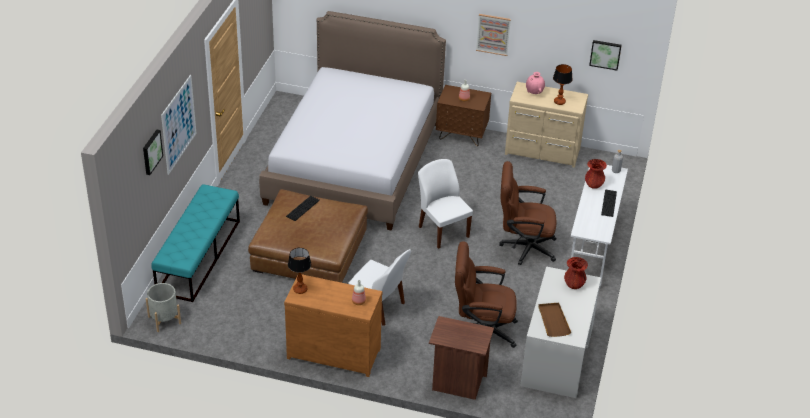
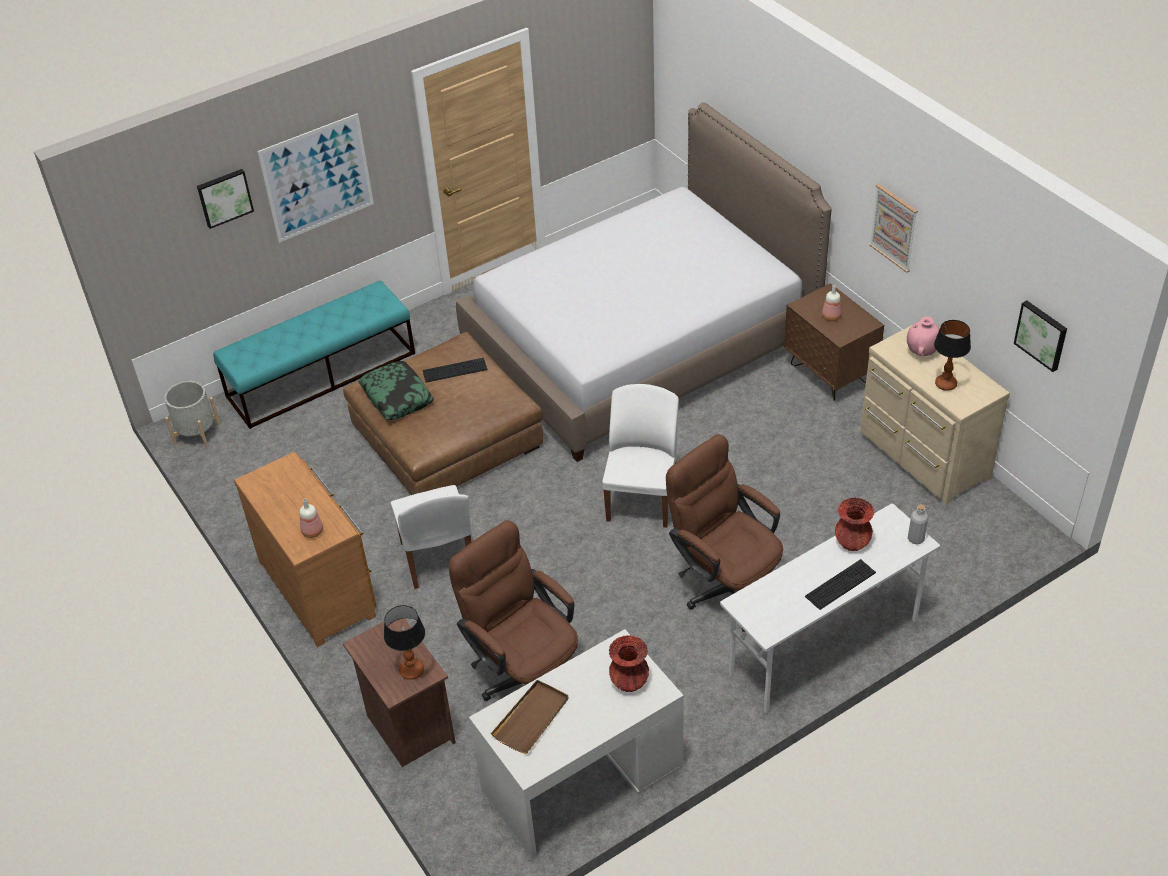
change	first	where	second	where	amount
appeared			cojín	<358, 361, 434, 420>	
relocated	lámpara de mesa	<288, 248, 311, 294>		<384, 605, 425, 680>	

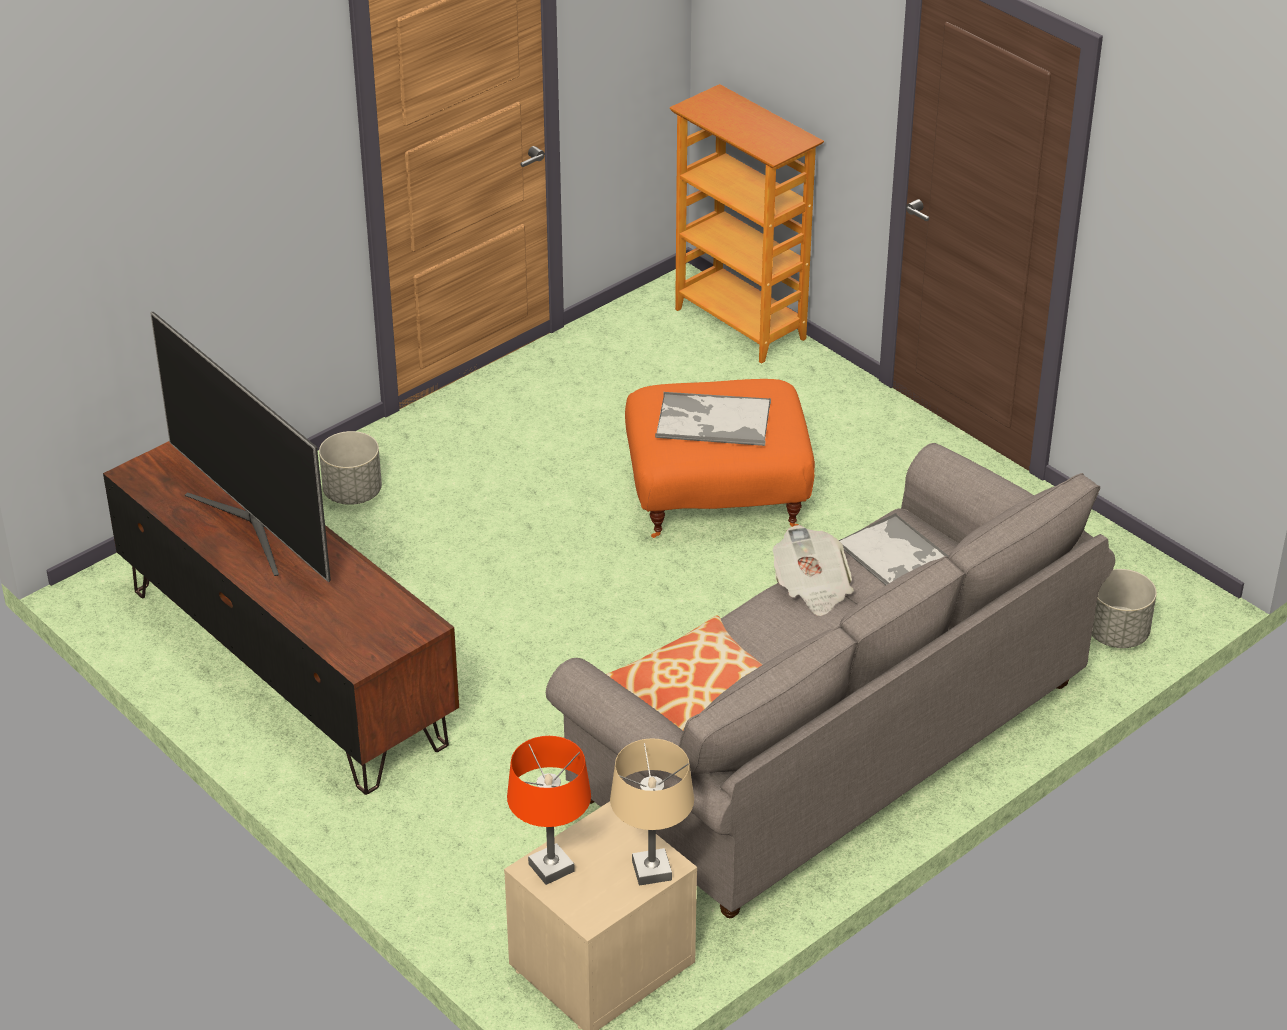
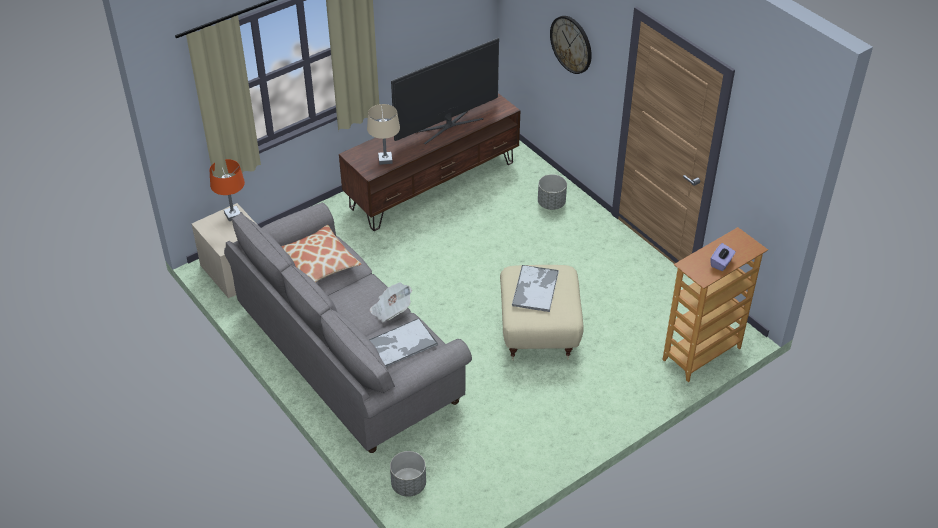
change	first	where	second	where	amount
appeared			reloj de pared	<550, 16, 592, 74>	
appeared			caja de pañuelos [morado]	<710, 243, 736, 271>	
relocated	lámpara de mesa [beis]	<610, 738, 694, 886>		<367, 104, 400, 165>	
colour	puf [naranja]	<625, 379, 815, 538>	puf [beis]	<500, 265, 584, 361>	

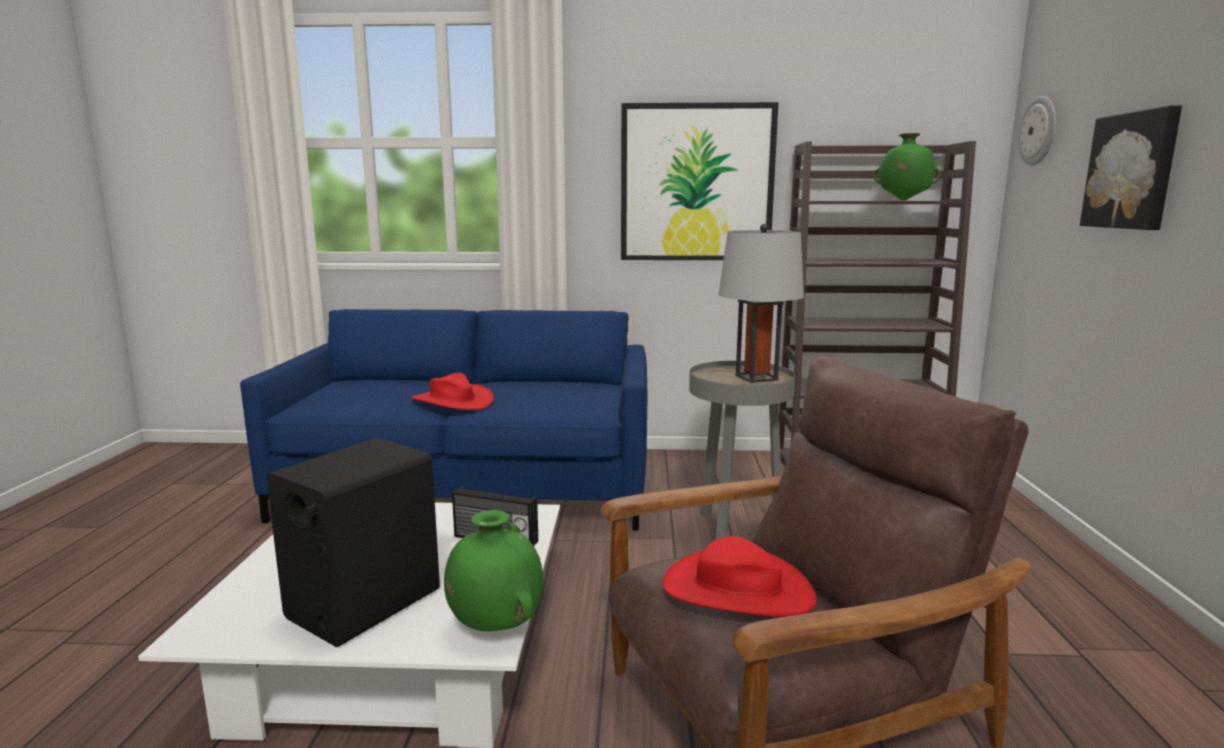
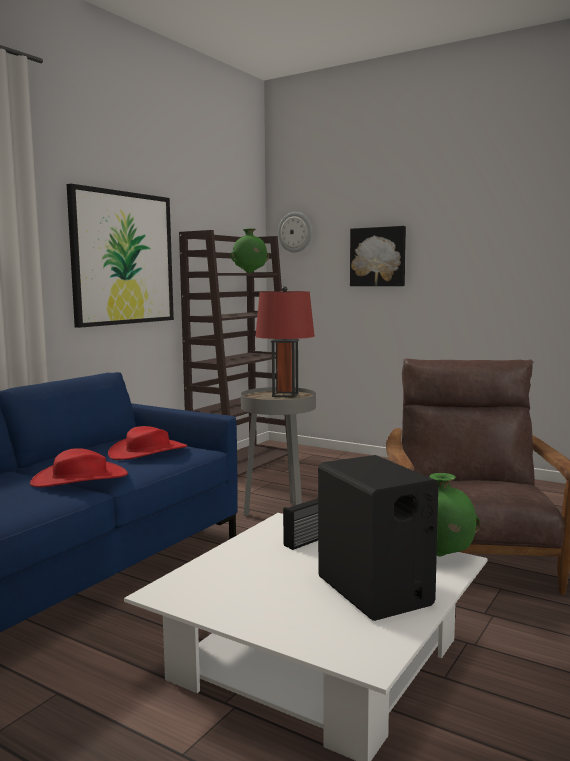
change	first	where	second	where	amount
relocated	sombrero [rojo]	<662, 536, 817, 617>		<108, 426, 187, 460>	
colour	lámpara de mesa [gris]	<718, 223, 804, 383>	lámpara de mesa [rojo]	<255, 286, 315, 398>	

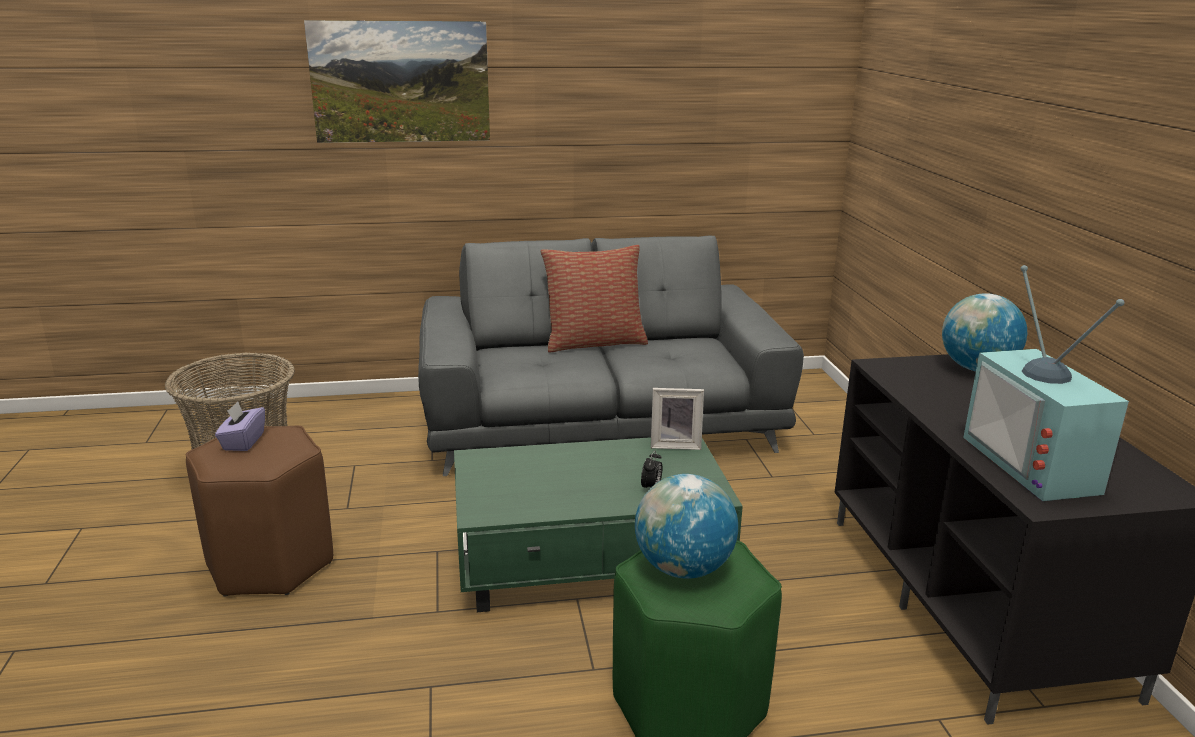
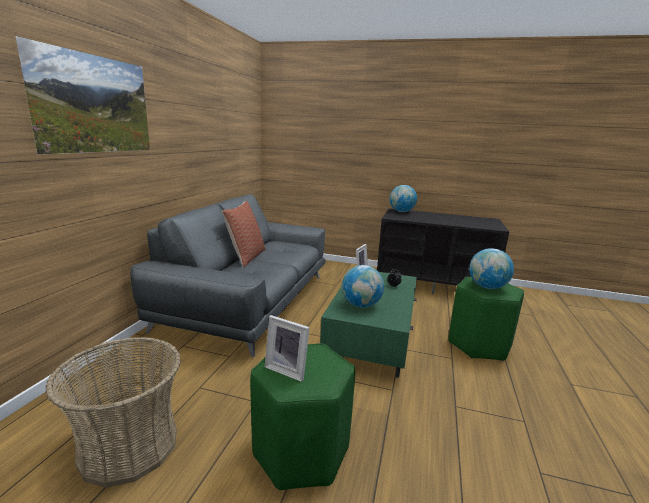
change	first	where	second	where	amount
missing	televisor	<963, 265, 1129, 501>			
appeared			globo terráqueo	<342, 265, 384, 308>	
exchanged	caja de pañuelos [morado]	<215, 401, 265, 451>	portarretratos	<265, 315, 310, 382>	
colour	taburete [marrón]	<186, 425, 333, 597>	taburete [verde]	<250, 343, 355, 490>	

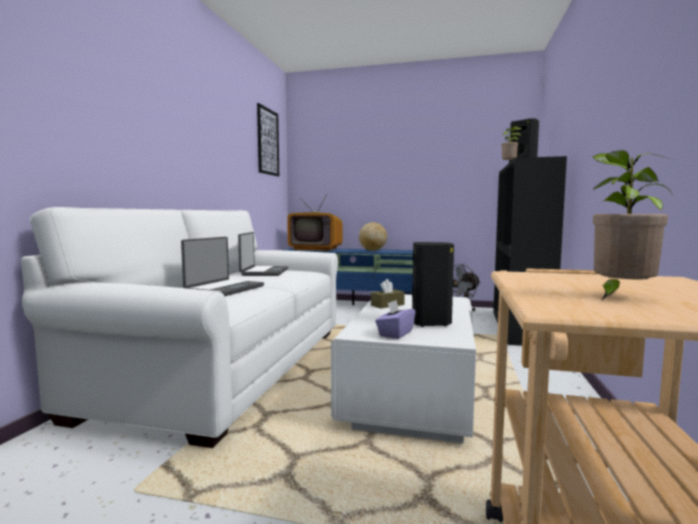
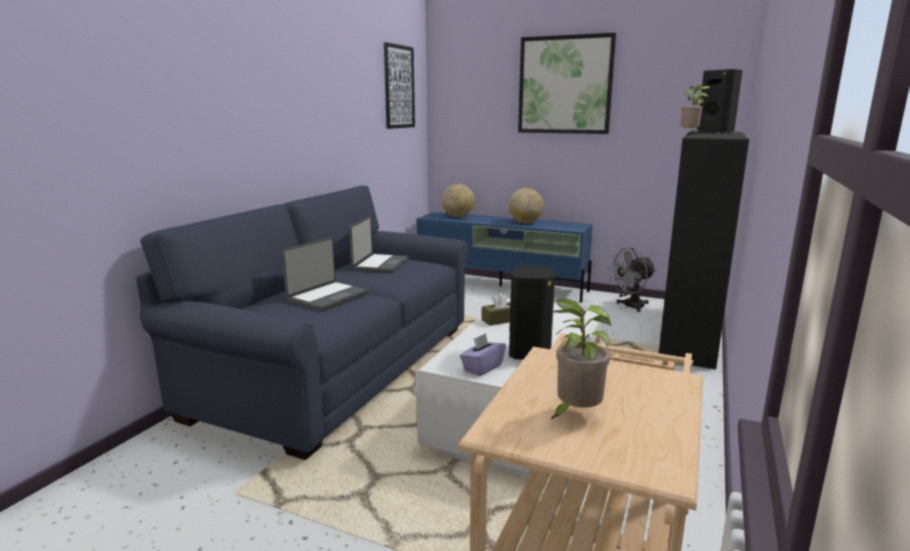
change	first	where	second	where	amount
appeared			cuadro	<518, 33, 616, 134>	
exchanged	televisor	<287, 194, 342, 251>	globo terráqueo	<442, 184, 475, 217>	
colour	sofá [blanco]	<21, 207, 338, 448>	sofá [azul]	<136, 186, 468, 460>	

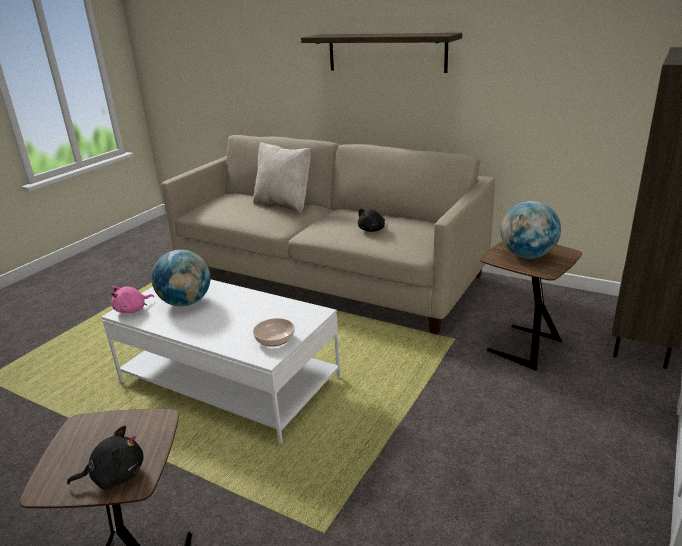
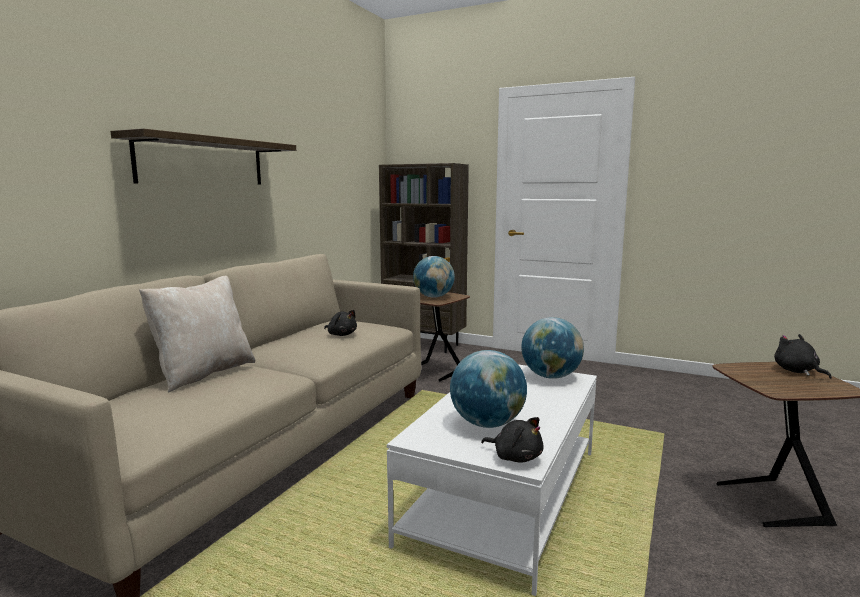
change	first	where	second	where	amount
exchanged	cuenco	<253, 318, 294, 346>	globo terráqueo	<521, 317, 584, 379>	
colour	peluche [rosa]	<111, 286, 154, 313>	peluche [negro]	<481, 417, 543, 462>	

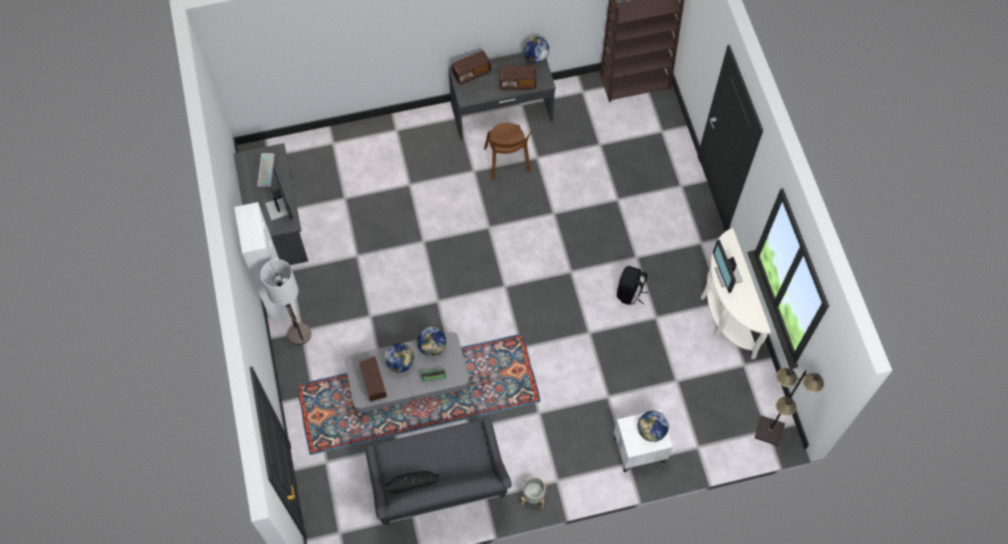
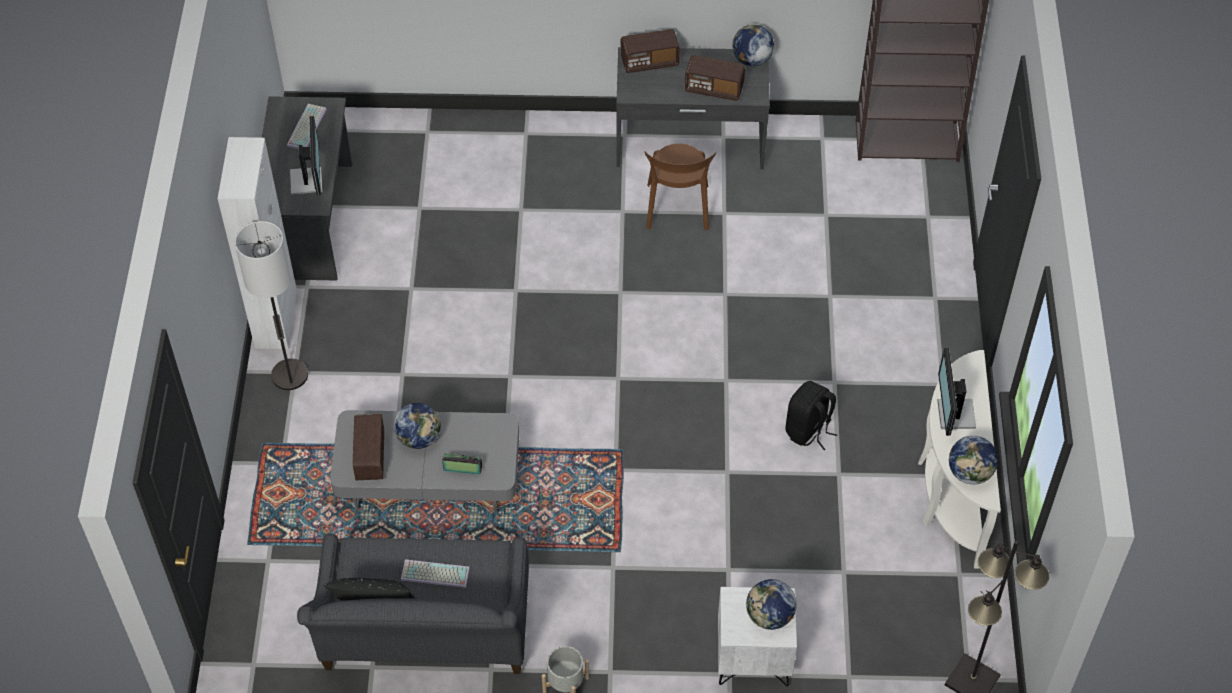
change	first	where	second	where	amount
appeared			teclado	<401, 559, 470, 588>	
relocated	globo terráqueo	<417, 327, 446, 357>		<949, 435, 998, 485>	

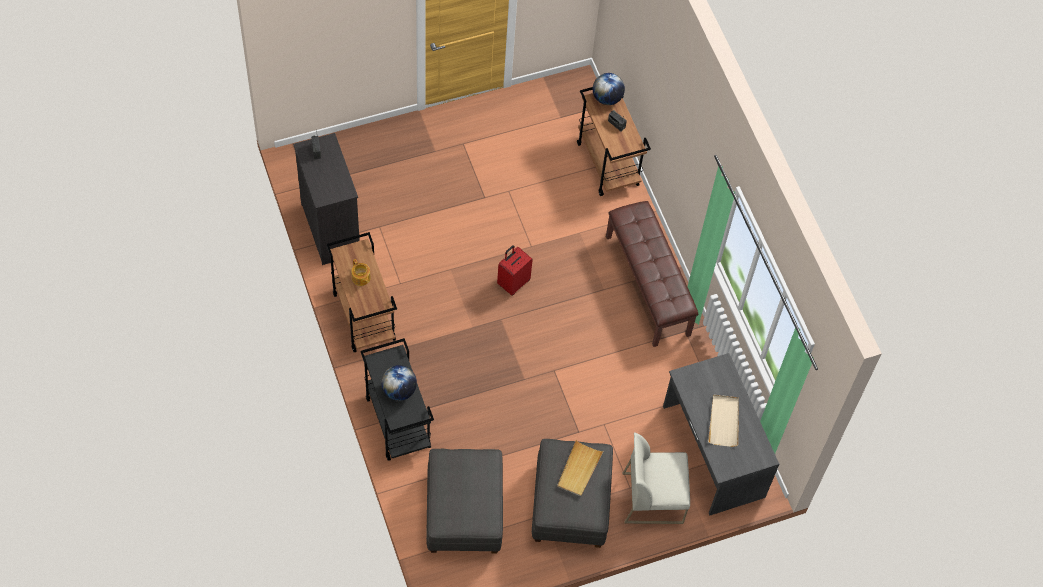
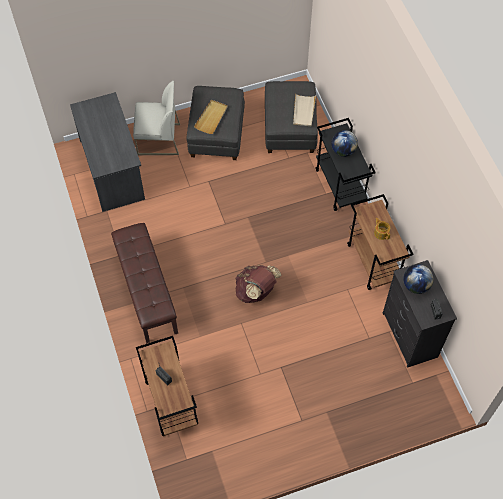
change	first	where	second	where	amount
relocated	globo terráqueo	<593, 73, 625, 105>		<403, 264, 434, 294>	
relocated	bandeja [beis]	<708, 395, 739, 447>		<293, 93, 316, 126>	
exchanged	maleta [rojo]	<497, 245, 533, 296>	mochila [marrón]	<235, 265, 282, 303>	

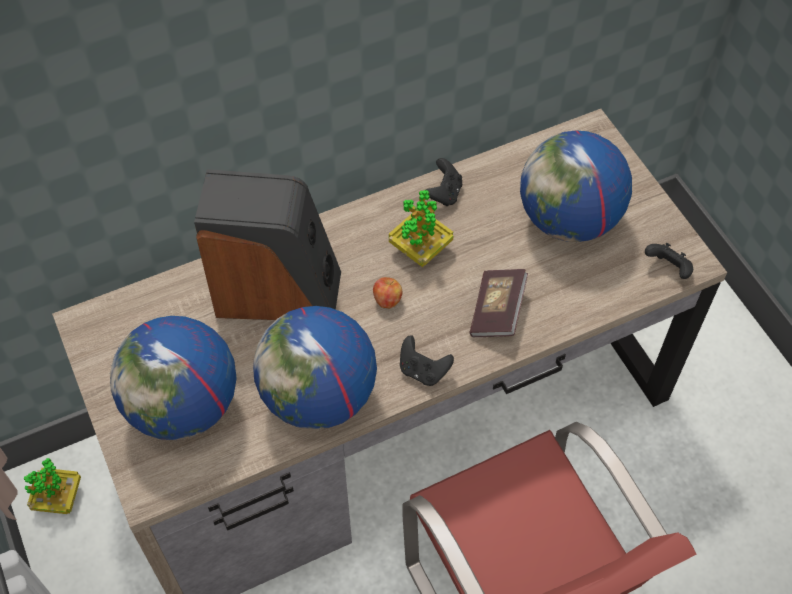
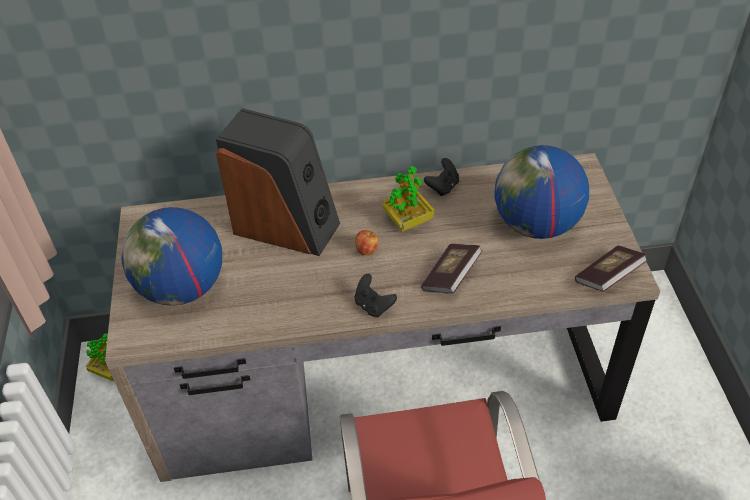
change	first	where	second	where	amount
missing	globo terráqueo	<253, 306, 377, 430>			
exchanged	mando de consola [negro]	<645, 243, 693, 279>	libro	<575, 246, 648, 291>	

